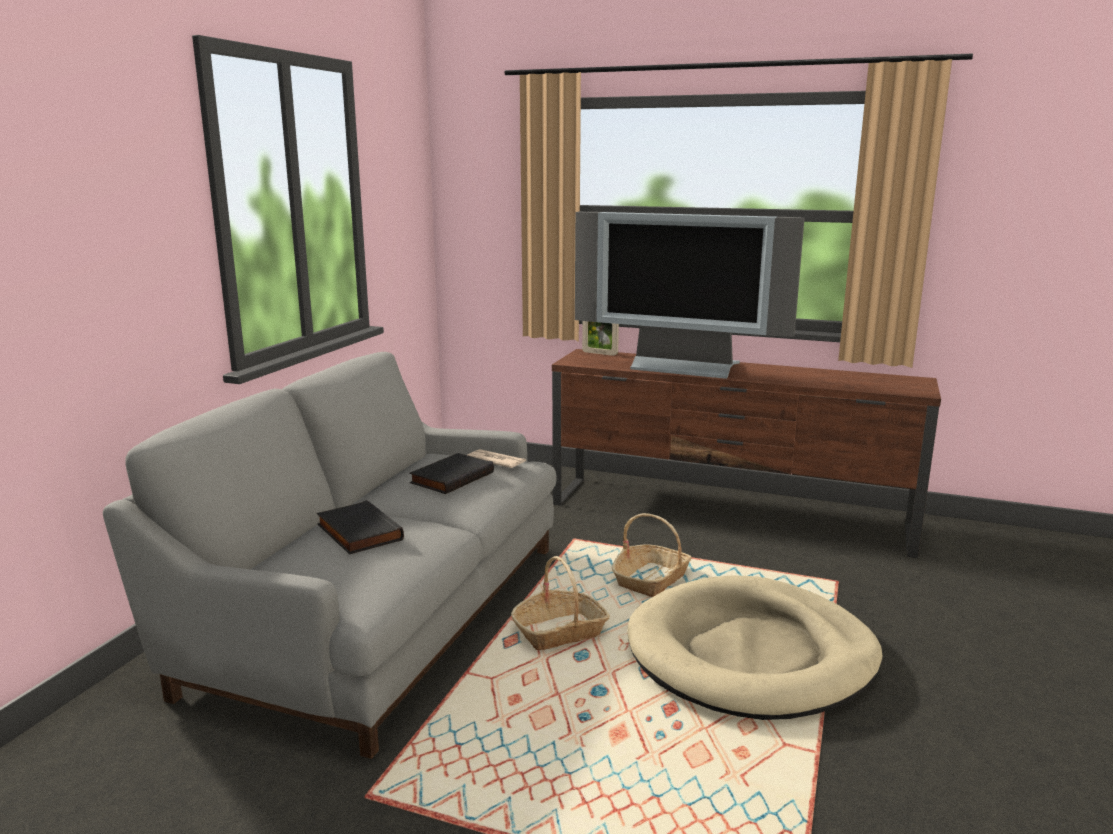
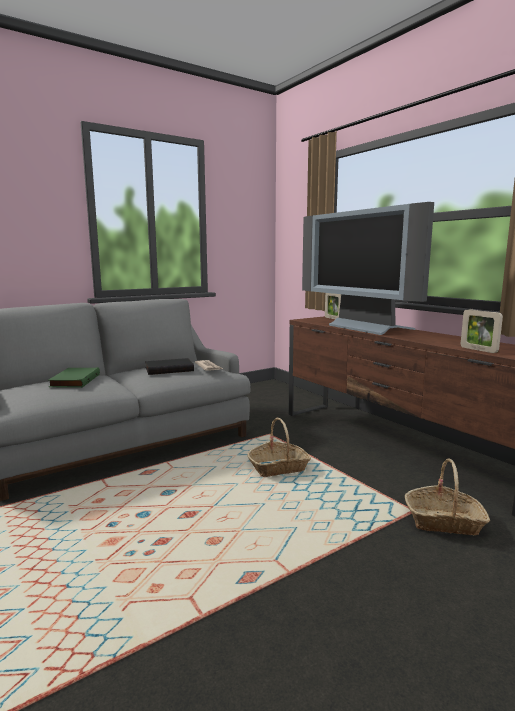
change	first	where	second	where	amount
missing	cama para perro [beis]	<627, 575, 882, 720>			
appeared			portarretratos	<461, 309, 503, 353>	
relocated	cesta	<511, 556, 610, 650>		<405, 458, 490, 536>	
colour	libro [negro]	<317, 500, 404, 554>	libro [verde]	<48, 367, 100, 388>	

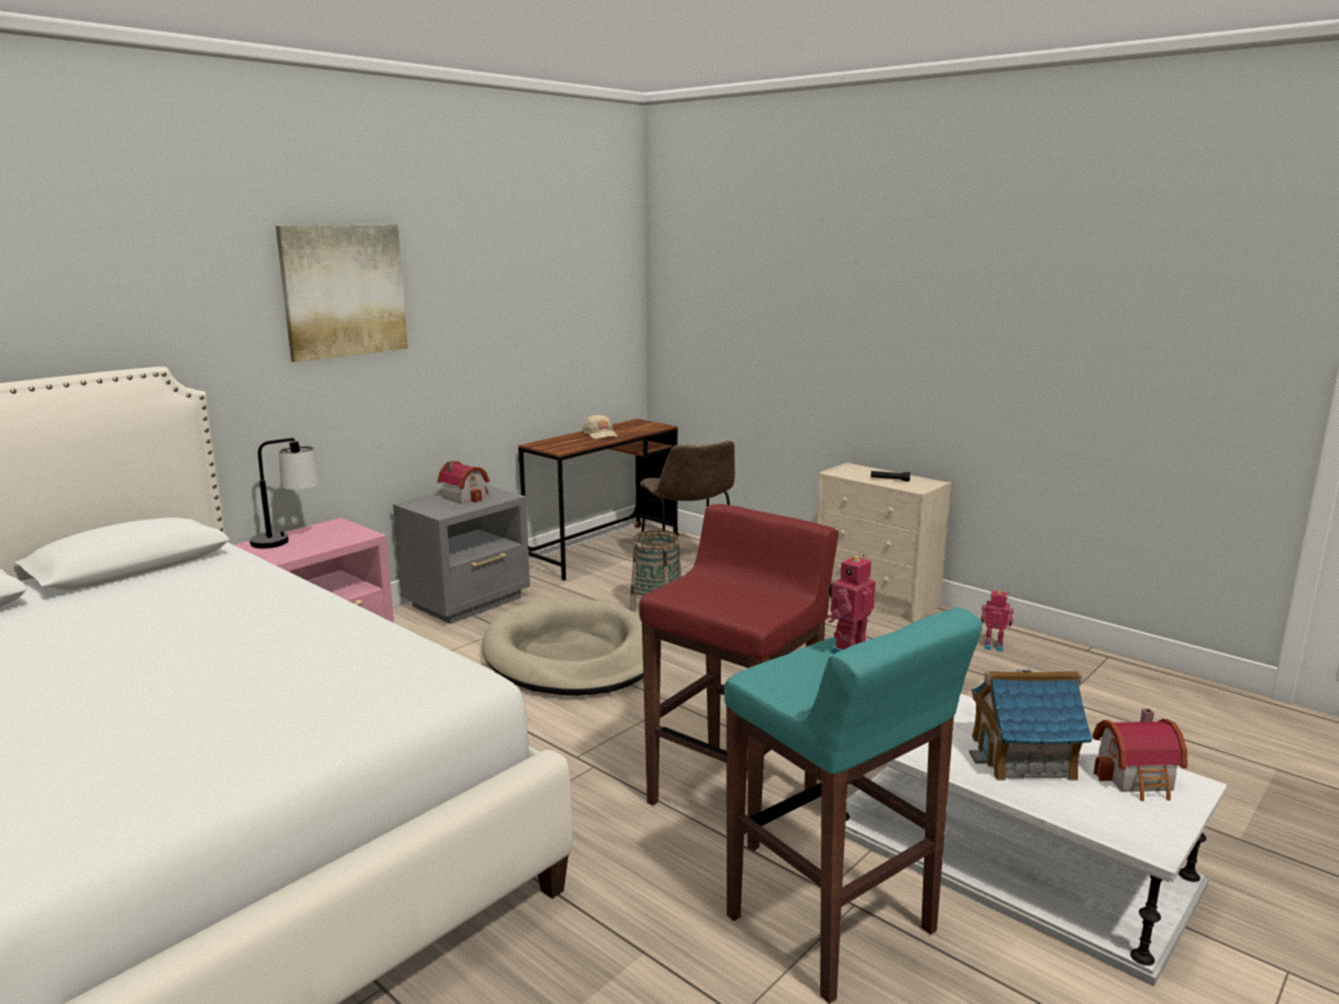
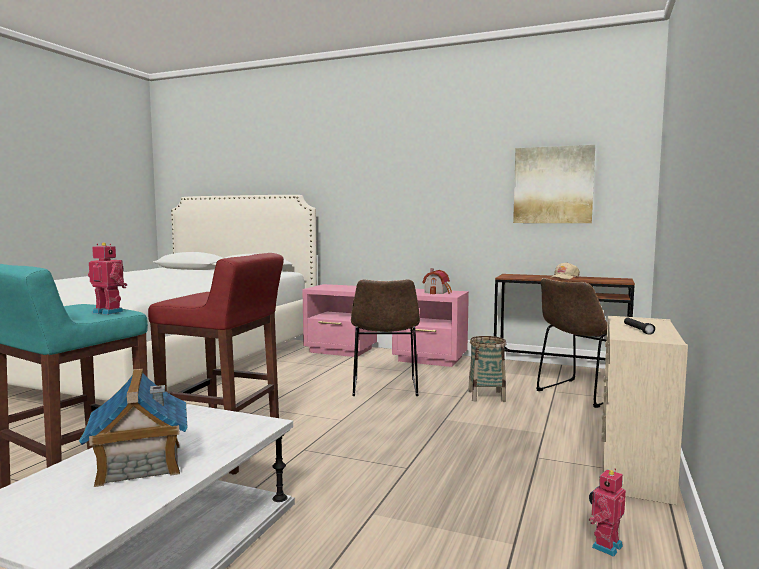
change	first	where	second	where	amount
missing	lámpara de mesa	<250, 438, 321, 549>			
missing	casita	<1093, 708, 1187, 801>			
relocated	cuadro	<276, 224, 408, 362>		<513, 145, 595, 223>	
exchanged	cama para perro [beis]	<482, 597, 643, 696>	silla [marrón]	<351, 279, 420, 396>	
colour	mesita de noche [gris]	<393, 485, 530, 624>	mesita de noche [rosa]	<392, 289, 469, 367>	
spun	robot de juguete	<981, 590, 1014, 652>		<589, 468, 626, 557>	135 degrees counterclockwise

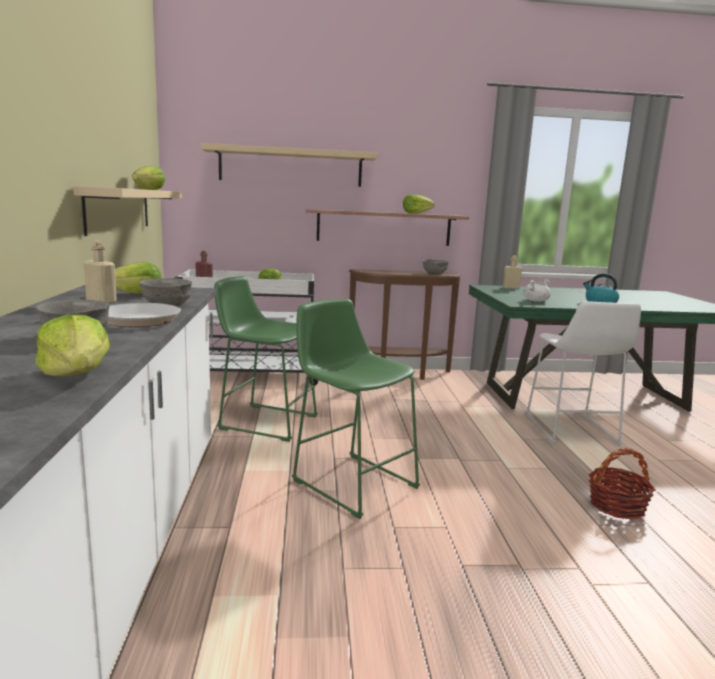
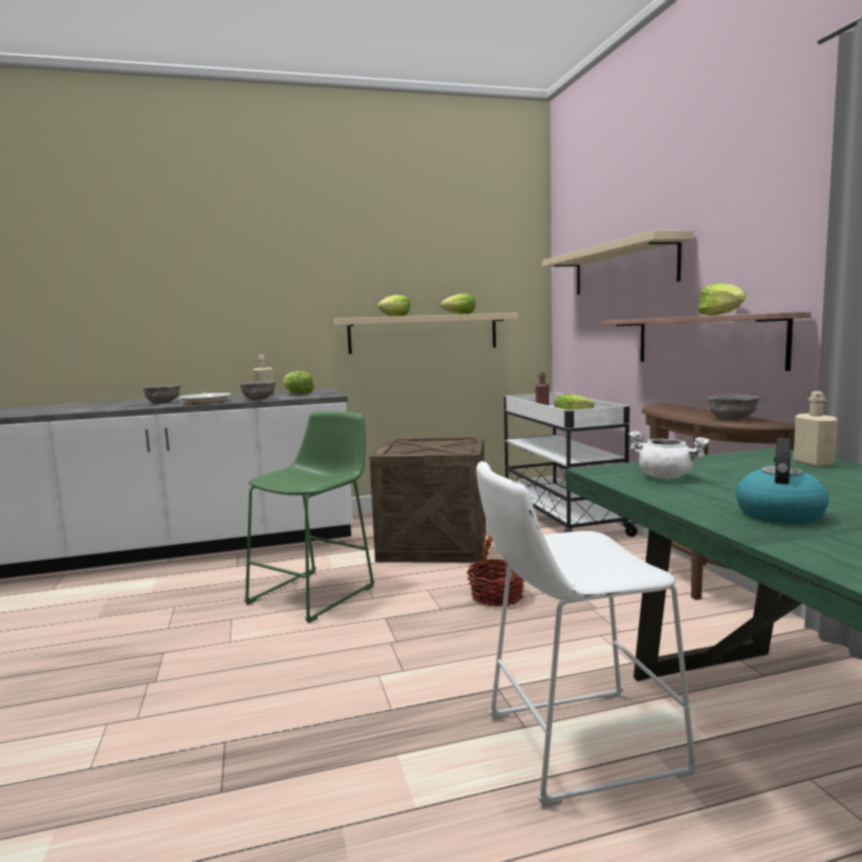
change	first	where	second	where	amount
relocated	lechuga	<35, 314, 110, 377>		<377, 295, 411, 316>	
relocated	cesta	<589, 448, 655, 520>		<466, 536, 525, 607>	
exchanged	taburete [verde]	<214, 276, 318, 442>	caja de embalaje	<370, 436, 486, 563>	

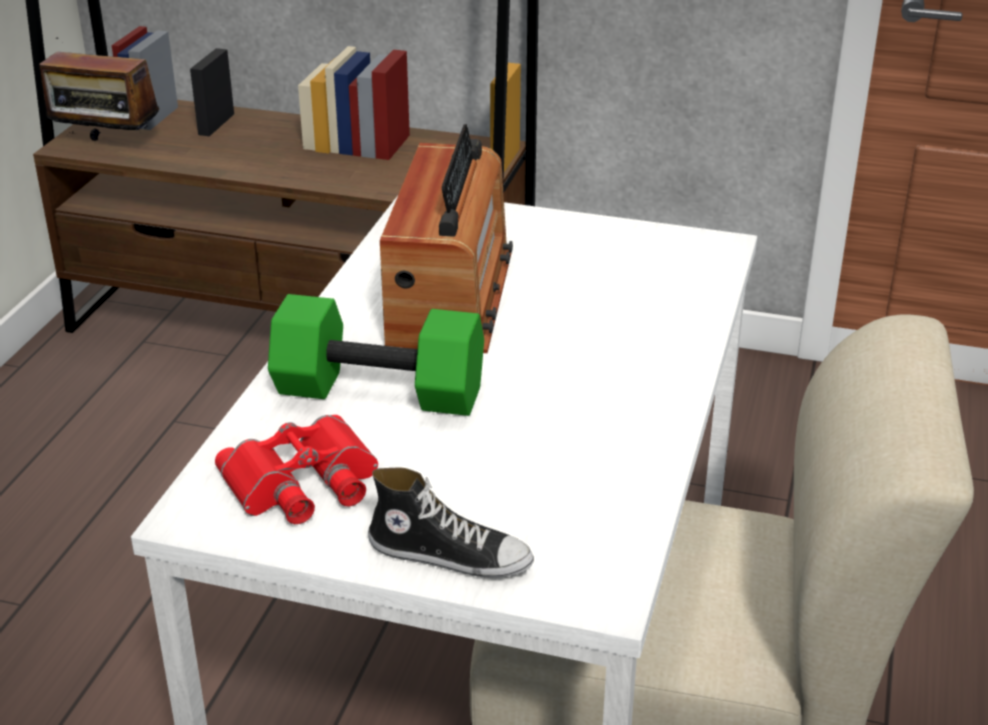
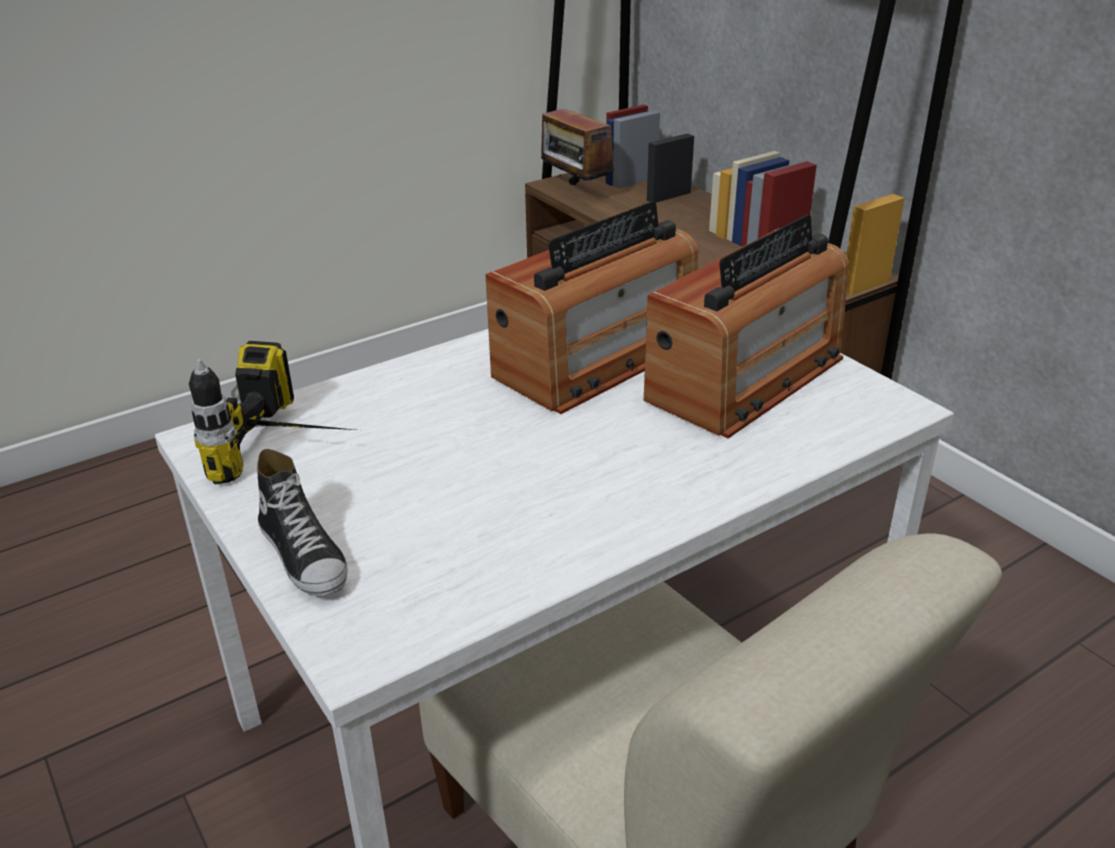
change	first	where	second	where	amount
missing	mancuerna [verde]	<268, 294, 484, 416>			
appeared			radio	<644, 215, 849, 438>	
exchanged	prismáticos [rojo]	<215, 415, 378, 524>	taladro	<189, 341, 355, 484>	

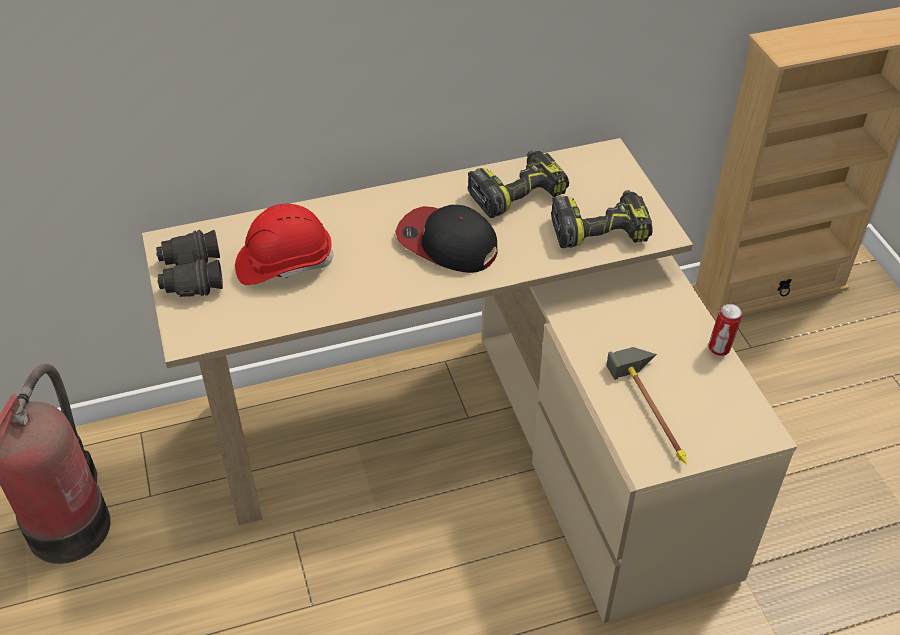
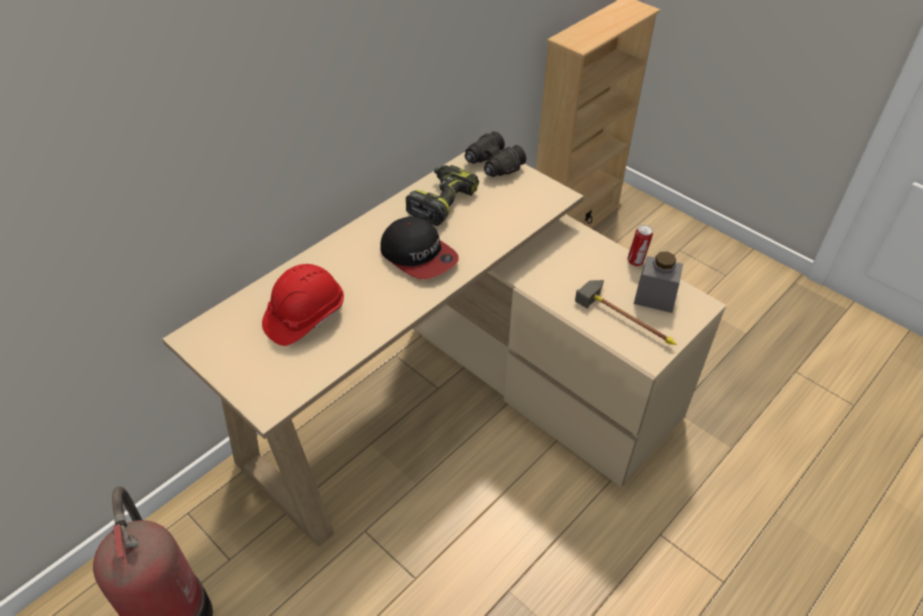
change	first	where	second	where	amount
missing	taladro	<551, 190, 653, 248>			
appeared			tarro [gris]	<634, 252, 683, 313>	
relocated	prismáticos [negro]	<156, 230, 223, 297>		<465, 131, 526, 177>	
spun	gorra	<395, 205, 498, 273>		<380, 216, 459, 279>	135 degrees counterclockwise

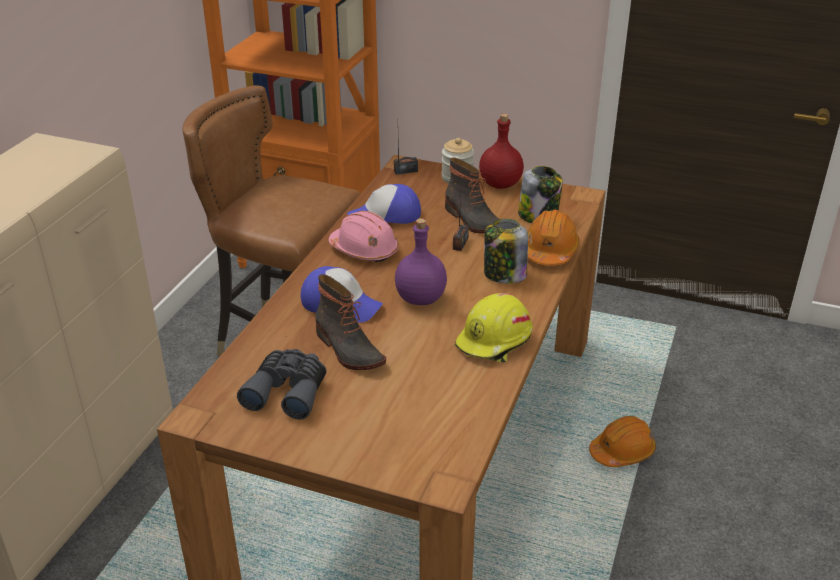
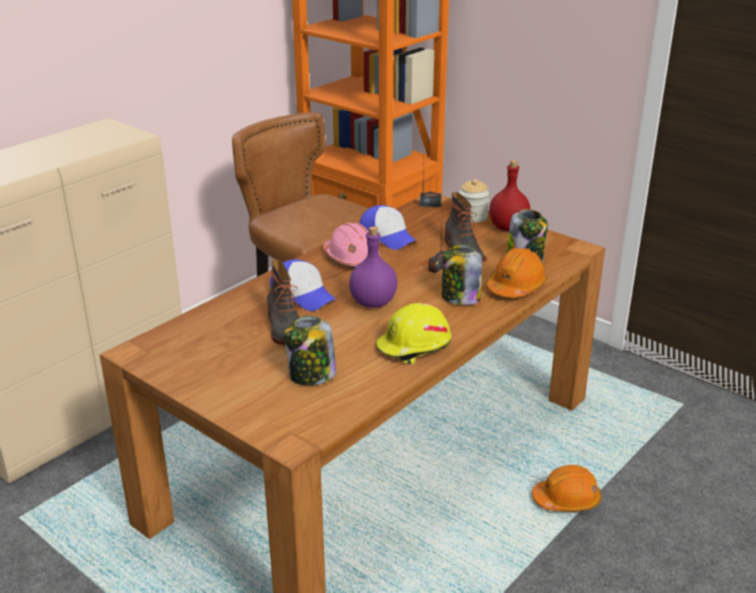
change	first	where	second	where	amount
missing	prismáticos [gris]	<237, 349, 327, 420>			
appeared			tarro	<285, 316, 336, 385>	
spun	gorra	<347, 184, 421, 224>		<359, 205, 417, 250>	135 degrees counterclockwise

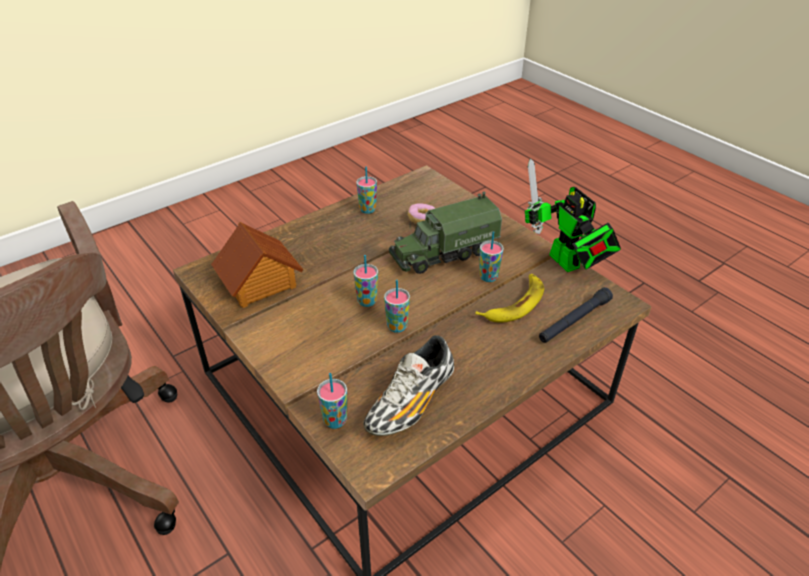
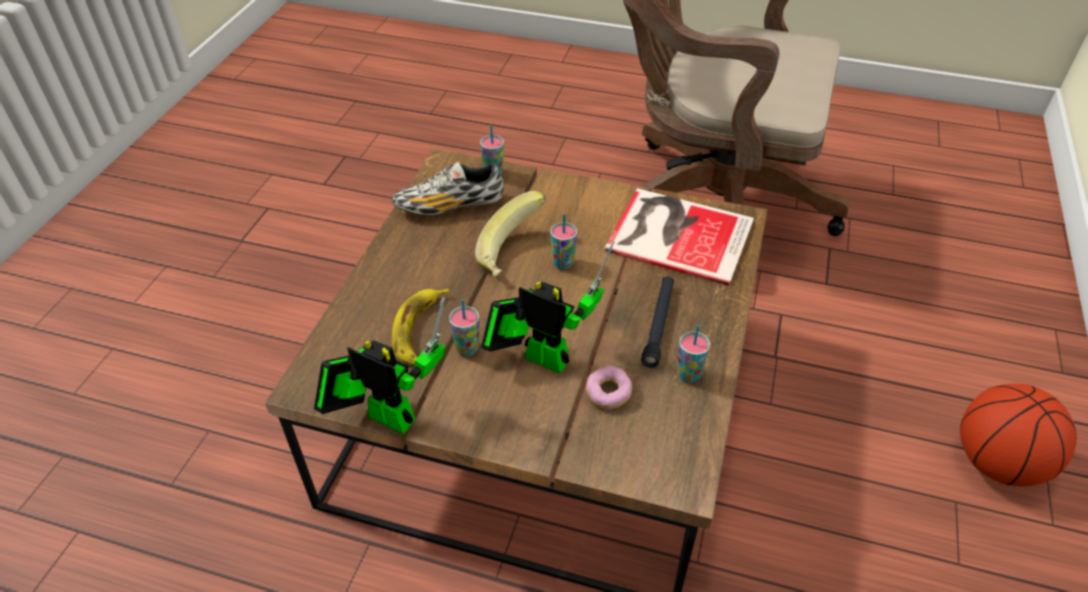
change	first	where	second	where	amount
appeared			balón de baloncesto	<960, 384, 1077, 486>	
relocated	linterna [negro]	<539, 287, 613, 343>		<641, 276, 674, 368>	
exchanged	casita	<211, 222, 304, 308>	libro	<604, 188, 754, 285>	
exchanged	taza	<384, 280, 410, 333>	plátano	<475, 191, 546, 277>	
exchanged	camión de juguete	<389, 192, 502, 274>	robot de juguete	<481, 240, 615, 374>	
spun	zapato	<363, 335, 454, 436>		<392, 162, 504, 215>	105 degrees counterclockwise

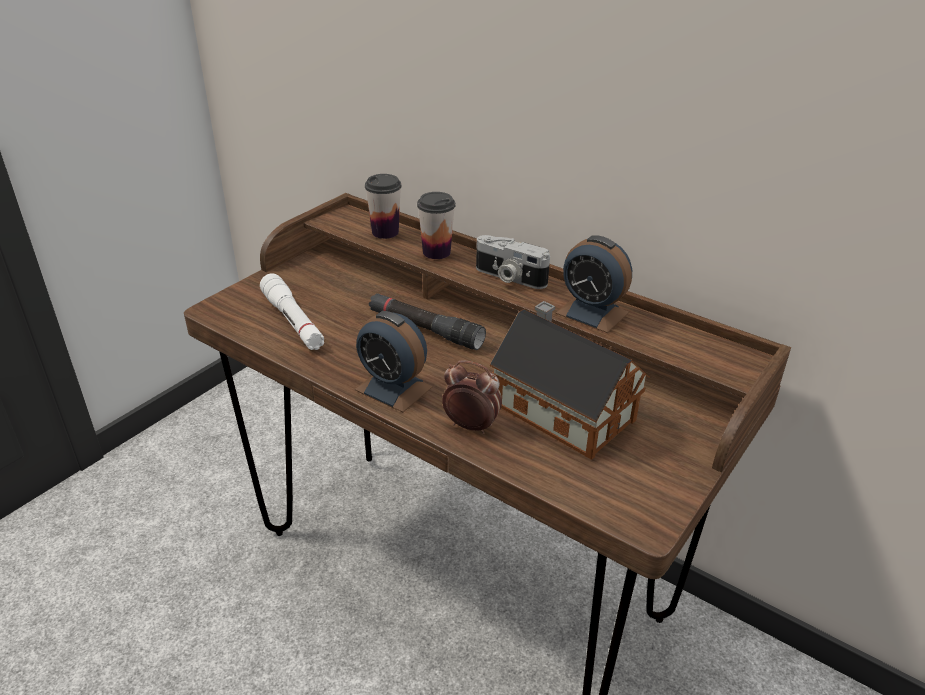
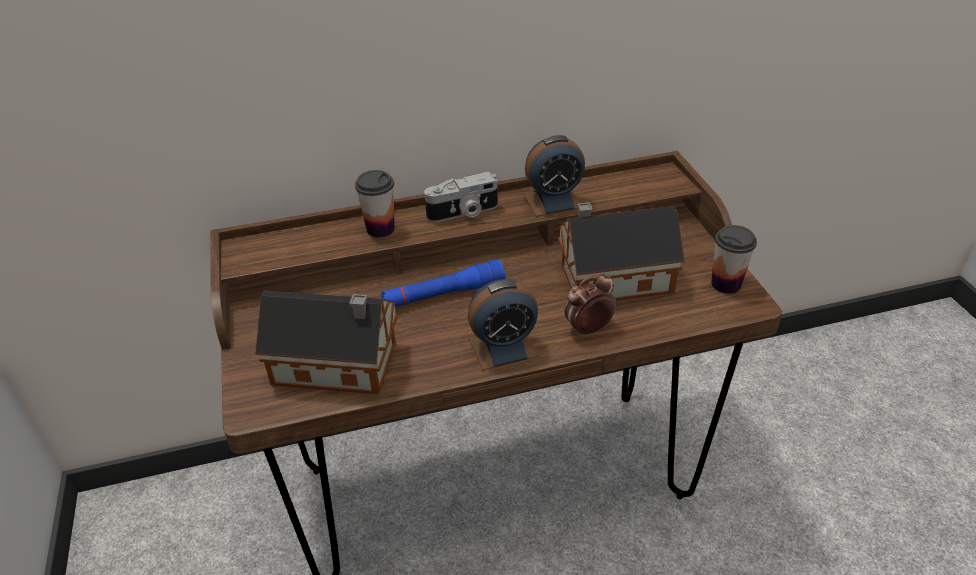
change	first	where	second	where	amount
relocated	taza	<365, 174, 401, 239>		<711, 225, 757, 294>	
exchanged	linterna [blanco]	<260, 274, 324, 350>	casita	<255, 291, 398, 394>	
colour	linterna [negro]	<369, 293, 486, 350>	linterna [azul]	<381, 260, 505, 307>	

